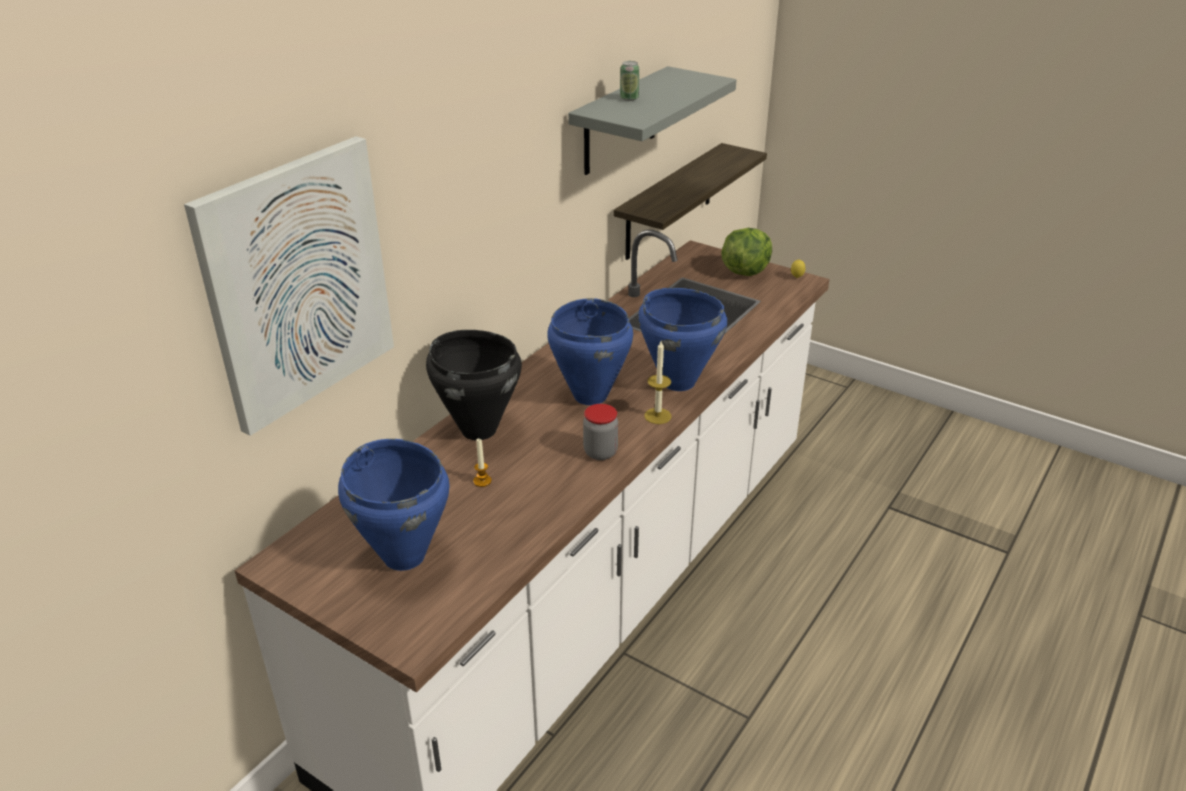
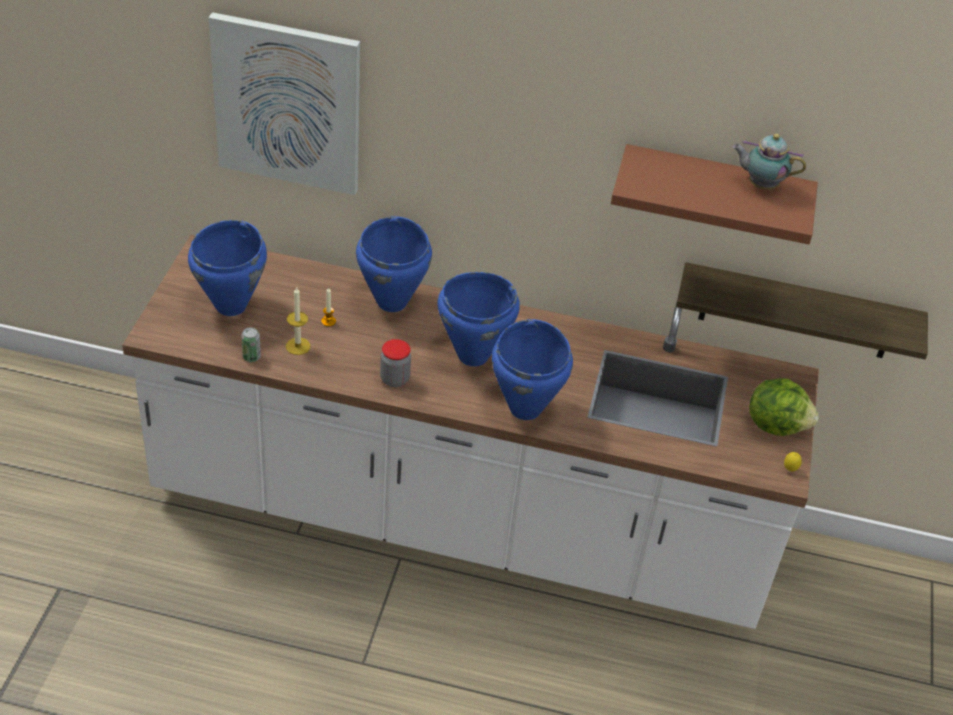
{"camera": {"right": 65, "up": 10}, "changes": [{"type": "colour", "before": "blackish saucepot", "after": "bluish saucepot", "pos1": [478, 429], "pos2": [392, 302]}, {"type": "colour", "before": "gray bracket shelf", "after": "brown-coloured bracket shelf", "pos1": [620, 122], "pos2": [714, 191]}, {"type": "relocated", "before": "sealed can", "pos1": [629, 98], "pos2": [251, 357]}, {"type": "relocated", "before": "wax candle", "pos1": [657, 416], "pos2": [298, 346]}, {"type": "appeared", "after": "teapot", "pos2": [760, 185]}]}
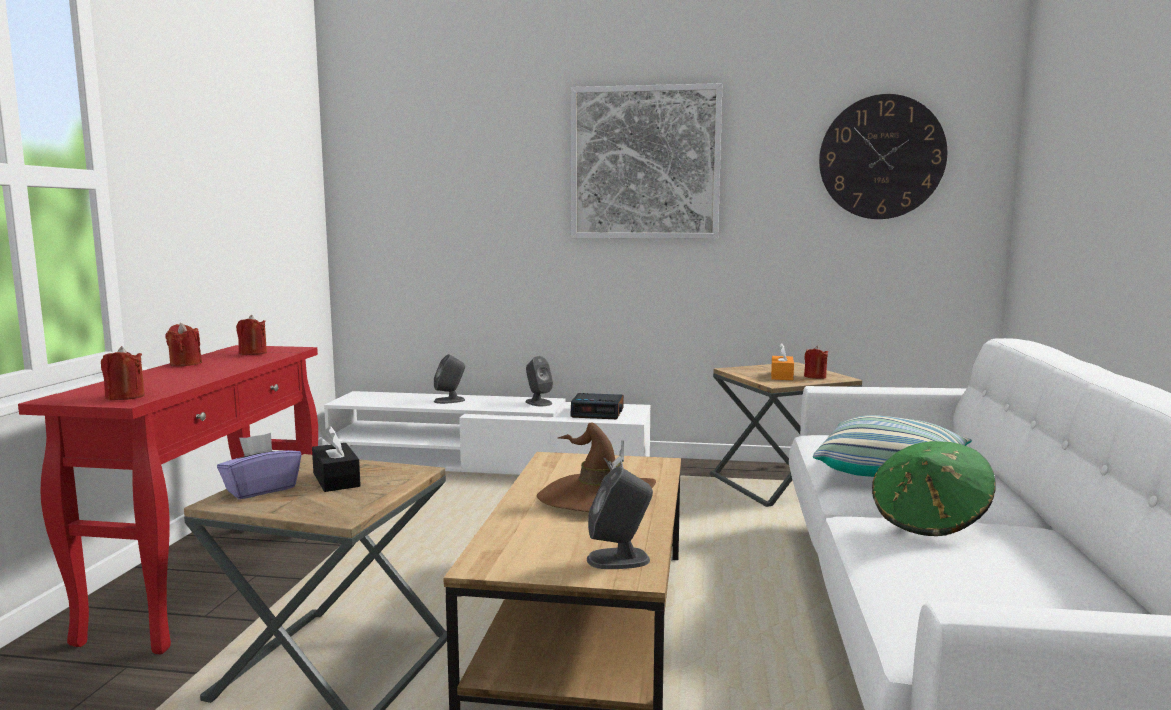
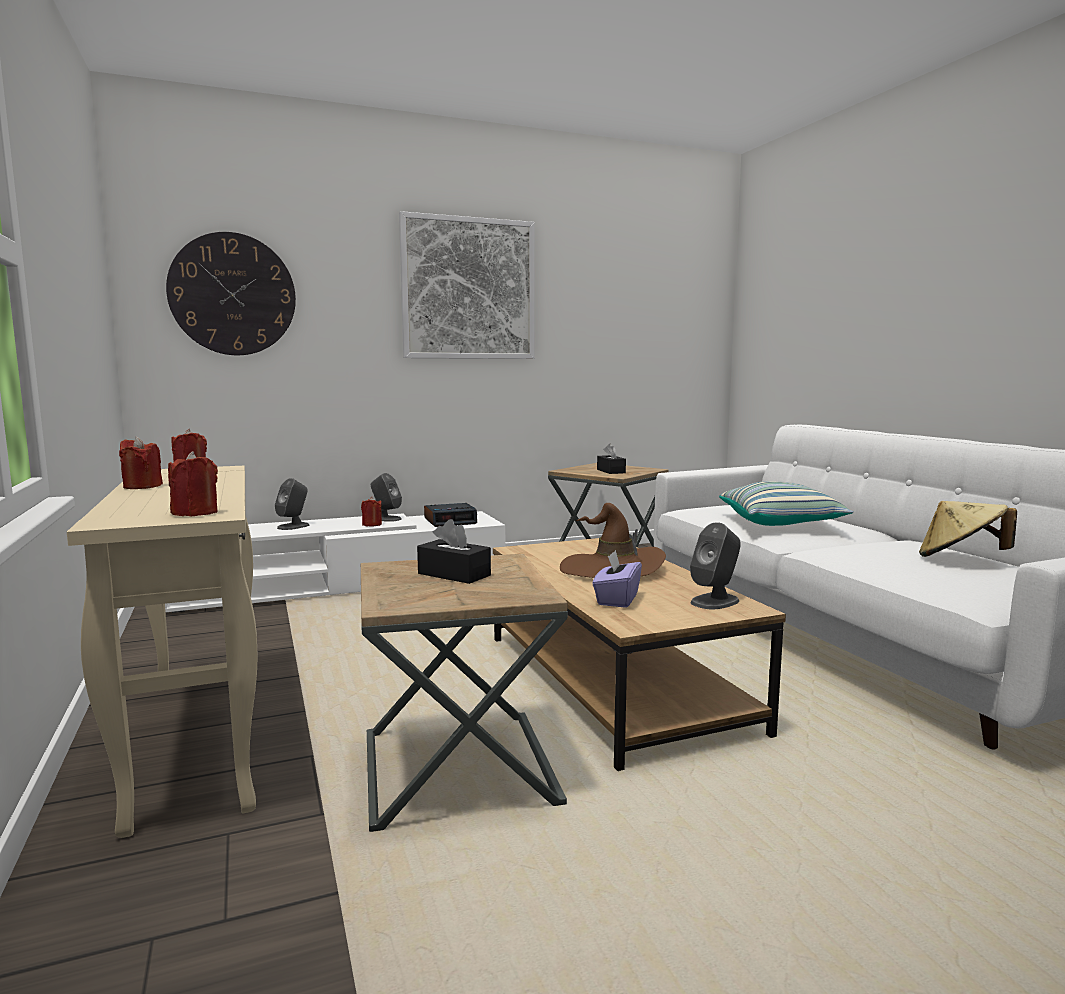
{"camera": {"right": -30, "up": 0}, "changes": [{"type": "colour", "before": "red hall table", "after": "sand-coloured hall table", "pos1": [212, 579], "pos2": [198, 735]}, {"type": "relocated", "before": "purple tissue holder", "pos1": [261, 489], "pos2": [616, 599]}, {"type": "colour", "before": "orange tissue holder", "after": "blackish tissue holder", "pos1": [782, 376], "pos2": [611, 471]}, {"type": "relocated", "before": "red wax candle", "pos1": [815, 377], "pos2": [372, 524]}, {"type": "relocated", "before": "hanging clock", "pos1": [882, 157], "pos2": [232, 294]}, {"type": "missing", "before": "greenish wearable hat", "pos1": [930, 520]}, {"type": "appeared", "after": "sand-coloured wearable hat", "pos2": [960, 558]}]}
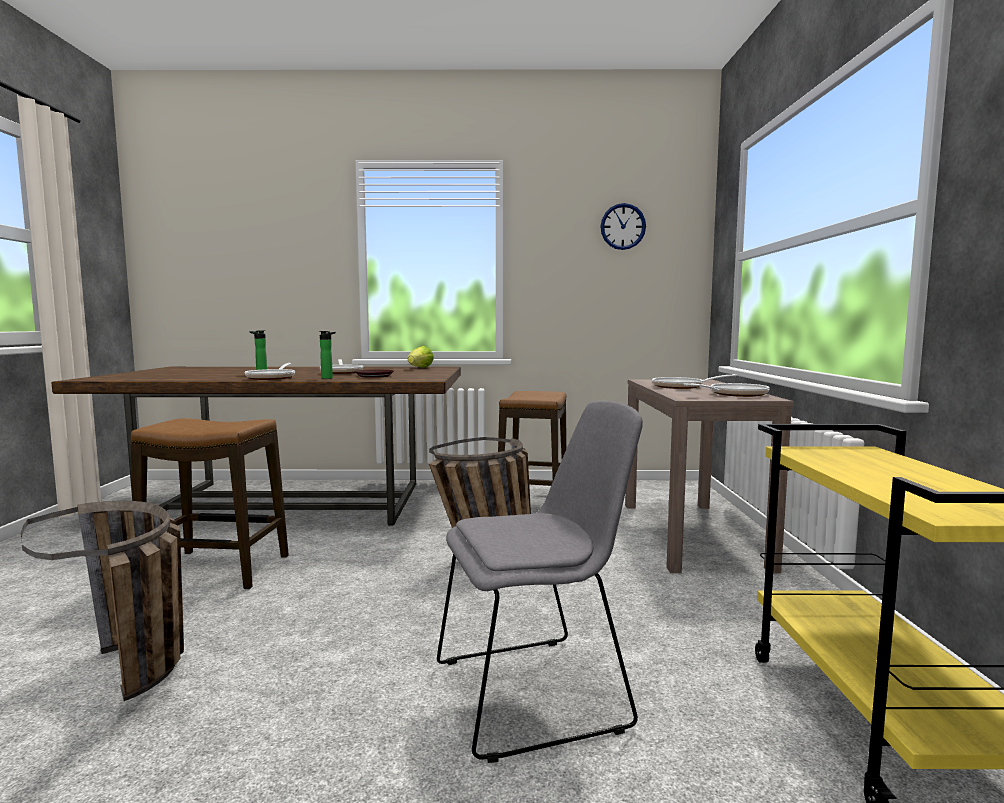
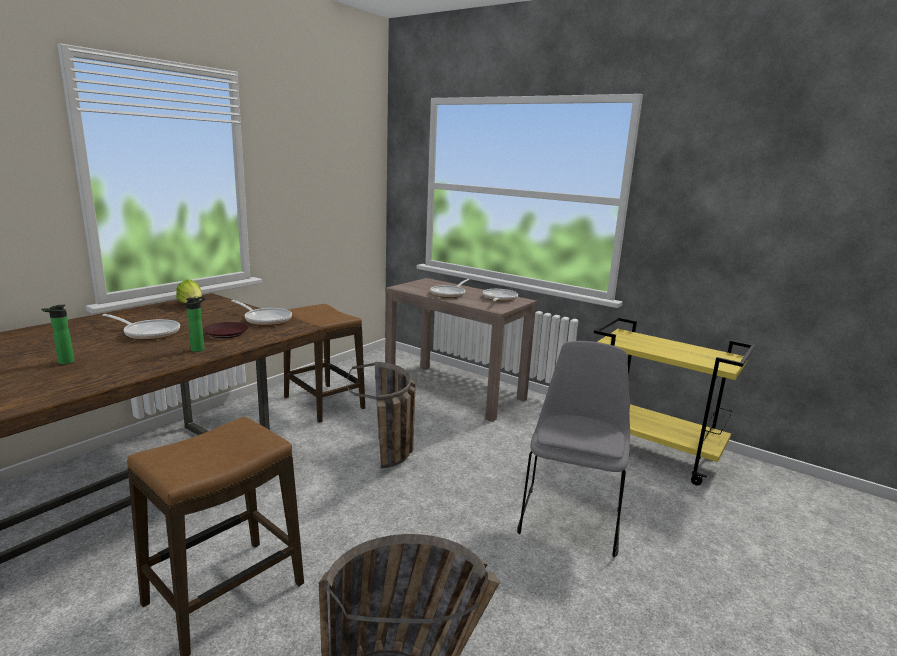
{"camera": {"right": -55, "up": 10}, "changes": [{"type": "relocated", "before": "frying pan", "pos1": [272, 378], "pos2": [265, 319]}, {"type": "missing", "before": "hanging clock", "pos1": [623, 226]}]}
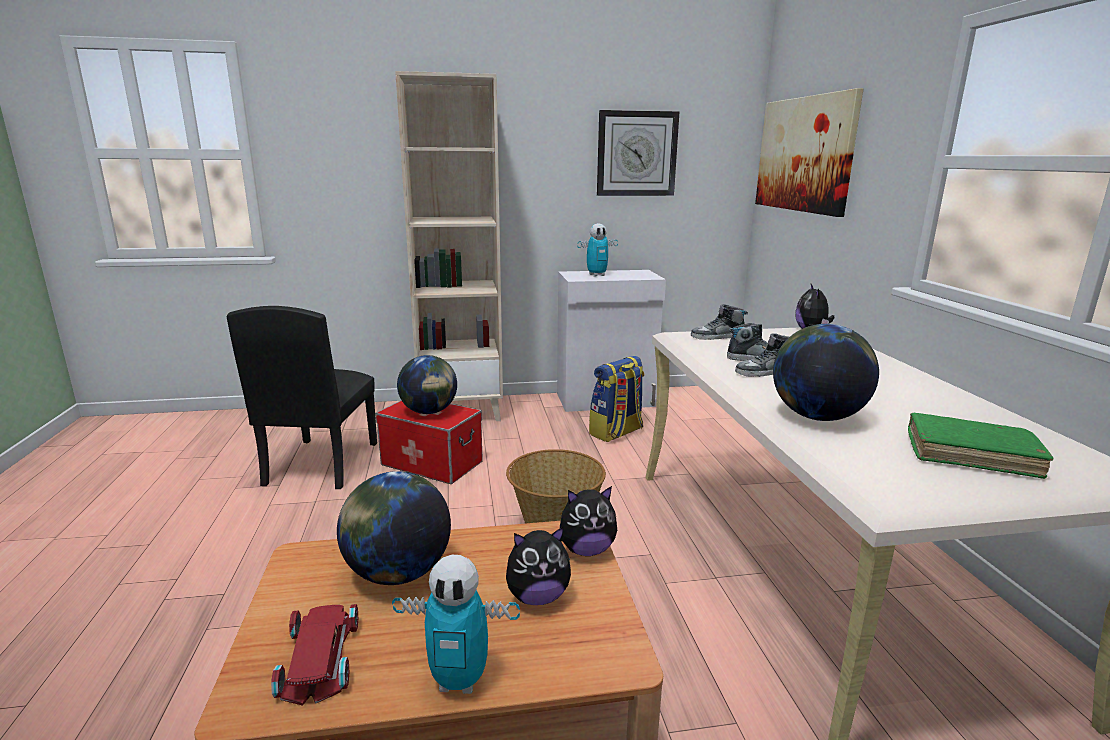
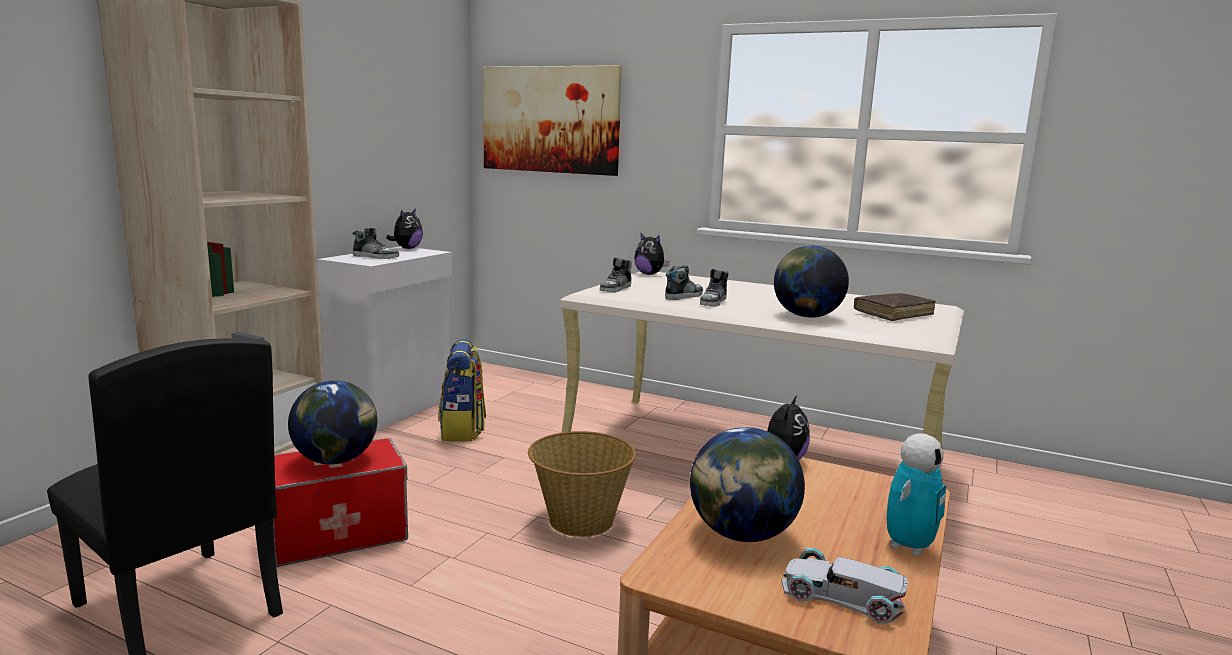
{"camera": {"right": -55, "up": -5}, "changes": [{"type": "colour", "before": "red model car", "after": "whitish model car", "pos1": [322, 656], "pos2": [841, 594]}, {"type": "relocated", "before": "soft toy", "pos1": [537, 597], "pos2": [407, 248]}, {"type": "exchanged", "before": "robot figure", "after": "item of footwear", "pos1": [597, 275], "pos2": [375, 257]}, {"type": "missing", "before": "hanging clock", "pos1": [636, 154]}, {"type": "colour", "before": "greenish volume", "after": "brown-coloured volume", "pos1": [971, 455], "pos2": [893, 314]}]}
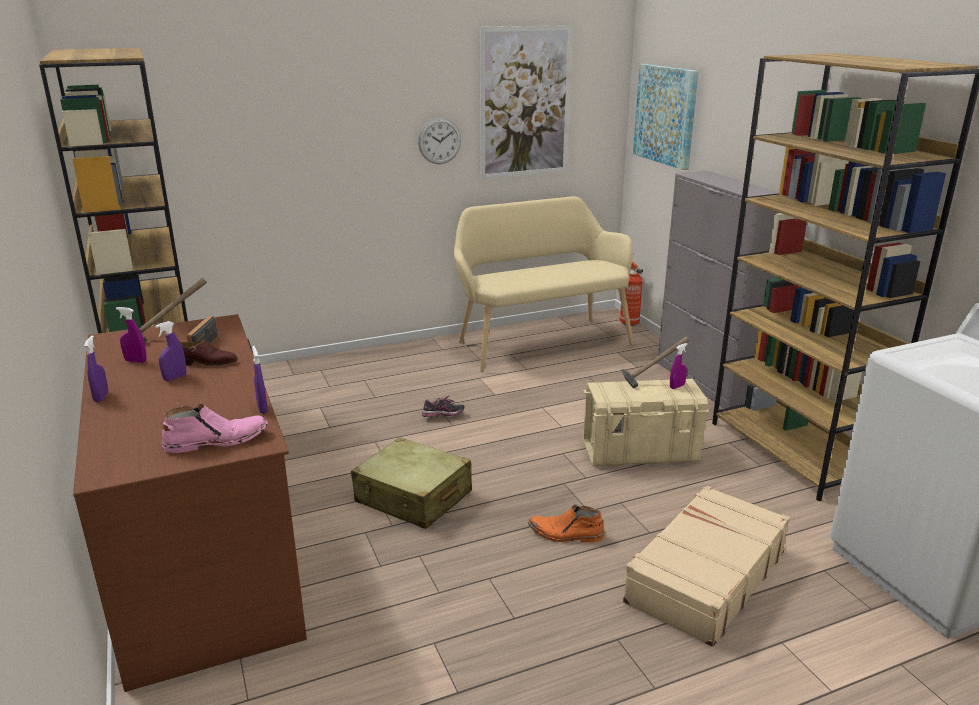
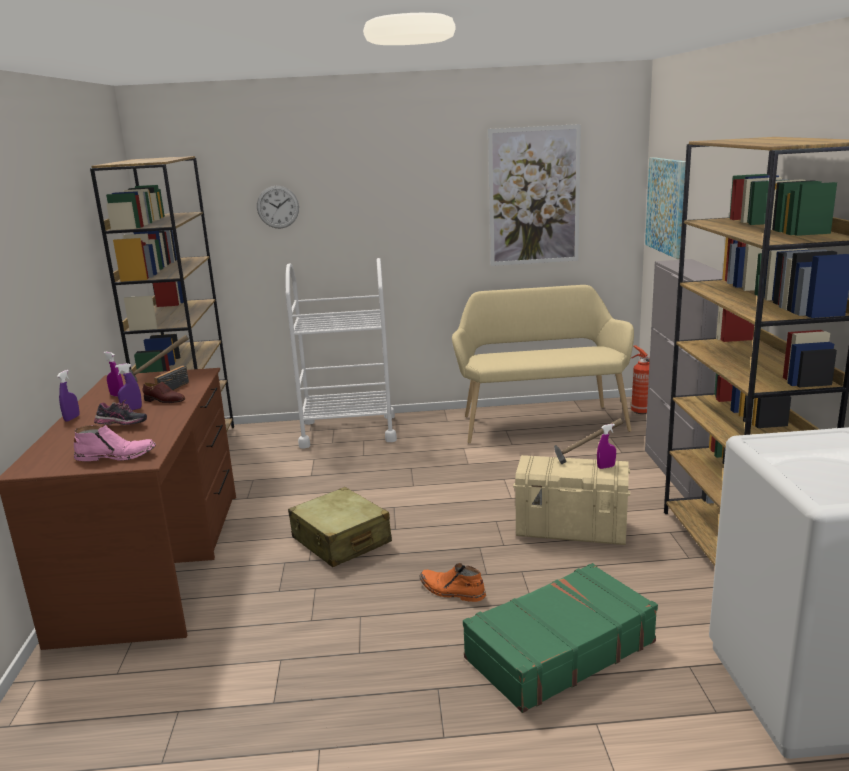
{"camera": {"right": 20, "up": -5}, "changes": [{"type": "missing", "before": "purple hand sprayer", "pos1": [262, 409]}, {"type": "relocated", "before": "hanging clock", "pos1": [439, 141], "pos2": [278, 207]}, {"type": "relocated", "before": "item of footwear", "pos1": [443, 417], "pos2": [122, 426]}, {"type": "colour", "before": "sand-coloured suitcase", "after": "greenish suitcase", "pos1": [704, 576], "pos2": [558, 650]}, {"type": "appeared", "after": "whitish cart", "pos2": [348, 431]}]}
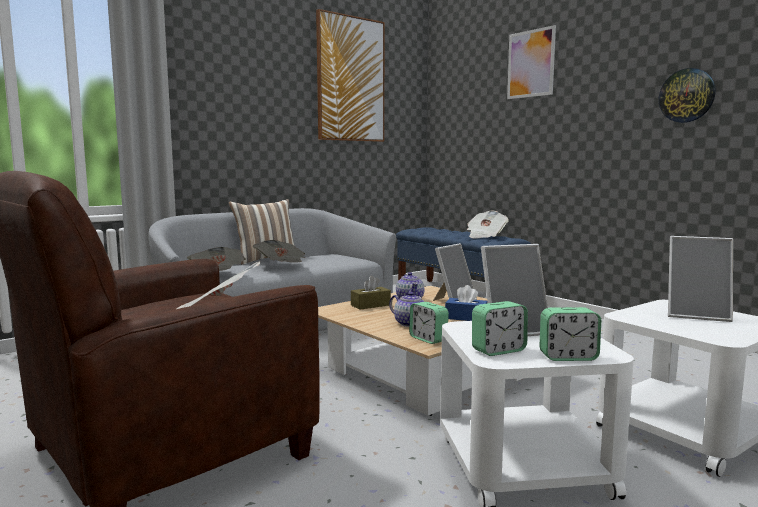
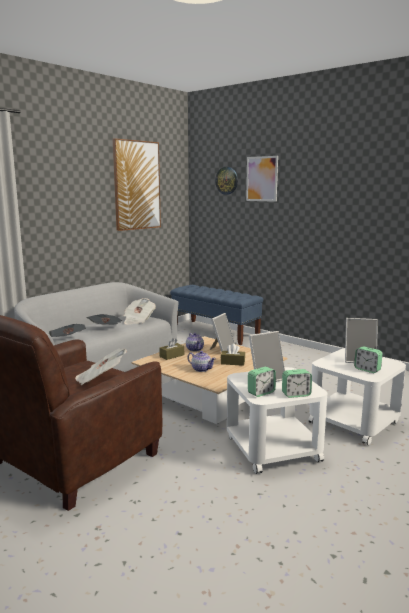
{"camera": {"right": -10, "up": 5}, "changes": [{"type": "missing", "before": "throw pillow", "pos1": [266, 259]}, {"type": "relocated", "before": "alarm clock", "pos1": [428, 339], "pos2": [367, 369]}, {"type": "colour", "before": "bluish tissue holder", "after": "brown-coloured tissue holder", "pos1": [466, 318], "pos2": [232, 362]}, {"type": "relocated", "before": "daily paper", "pos1": [485, 236], "pos2": [138, 320]}, {"type": "relocated", "before": "hanging clock", "pos1": [686, 95], "pos2": [227, 180]}]}
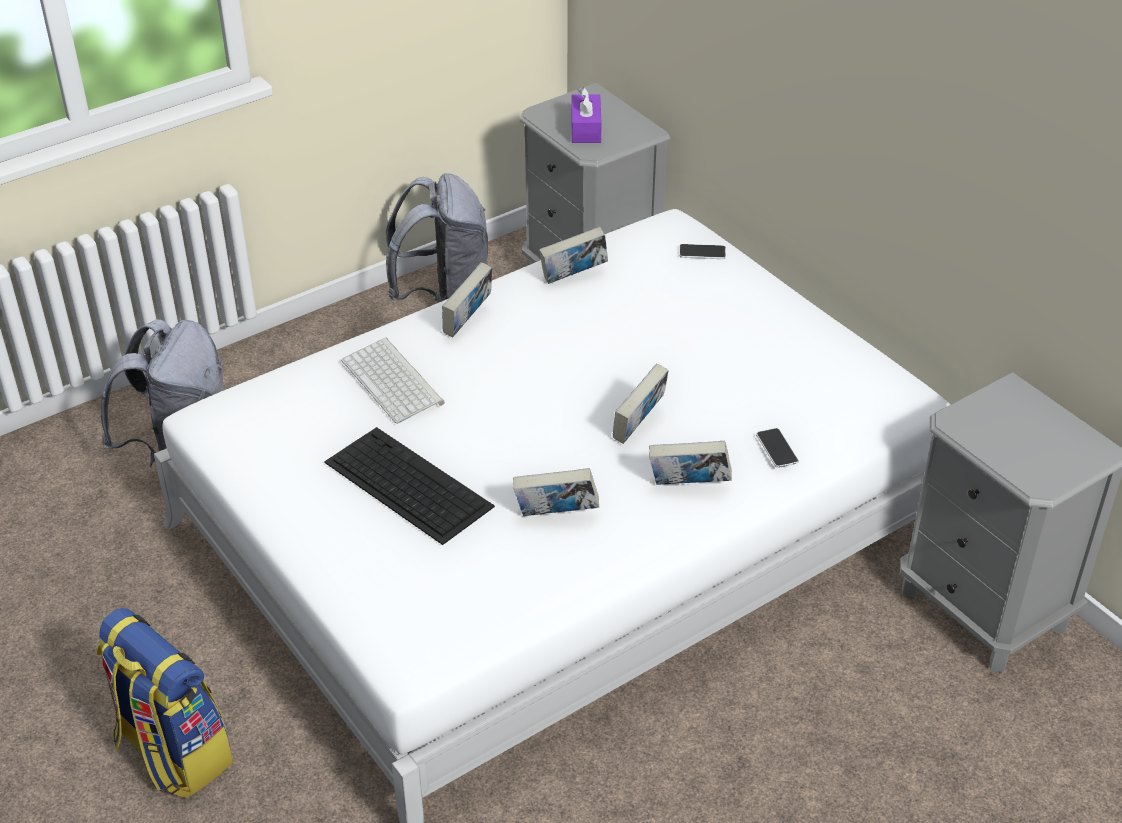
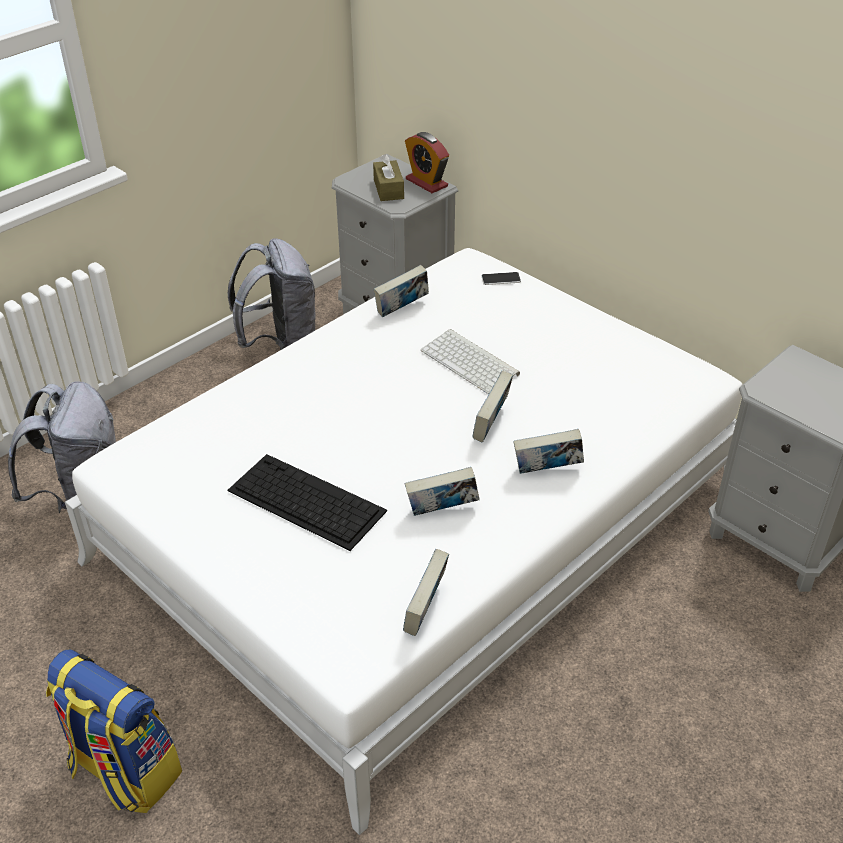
{"camera": {"right": -10, "up": 0}, "changes": [{"type": "relocated", "before": "PC keyboard", "pos1": [394, 382], "pos2": [471, 362]}, {"type": "relocated", "before": "volume", "pos1": [468, 322], "pos2": [425, 612]}, {"type": "colour", "before": "purple tissue holder", "after": "brown-coloured tissue holder", "pos1": [586, 129], "pos2": [388, 189]}, {"type": "missing", "before": "handset", "pos1": [777, 449]}, {"type": "appeared", "after": "alarm clock", "pos2": [426, 183]}]}
